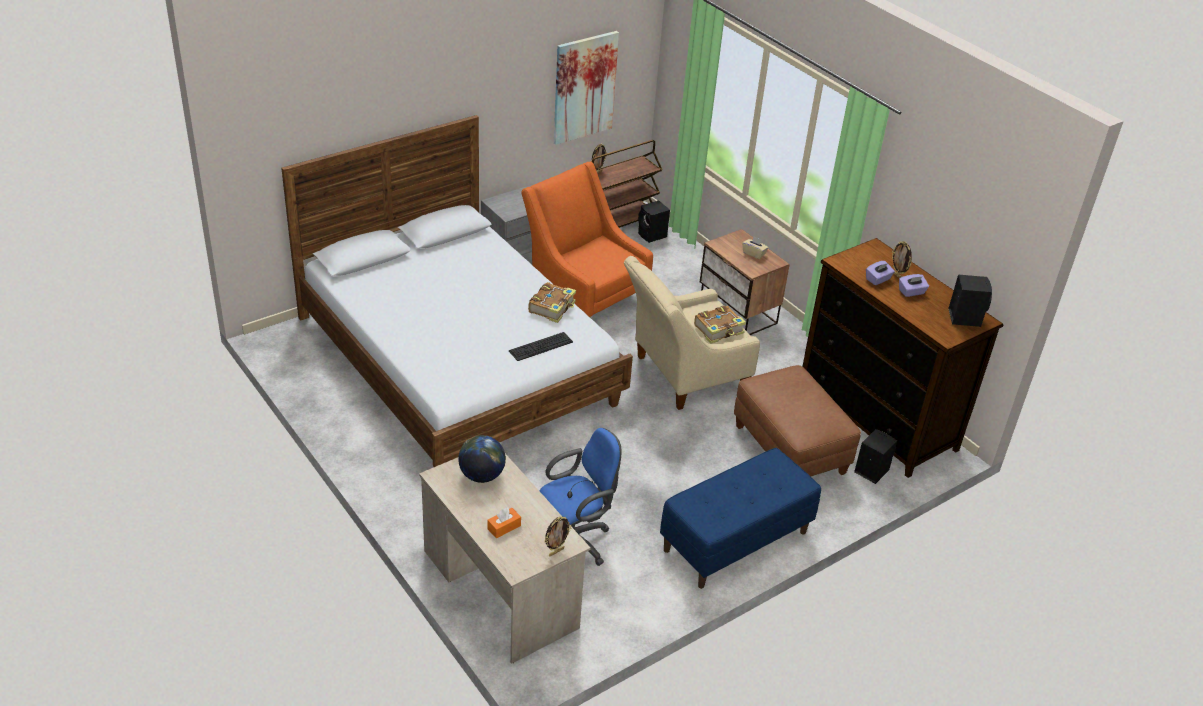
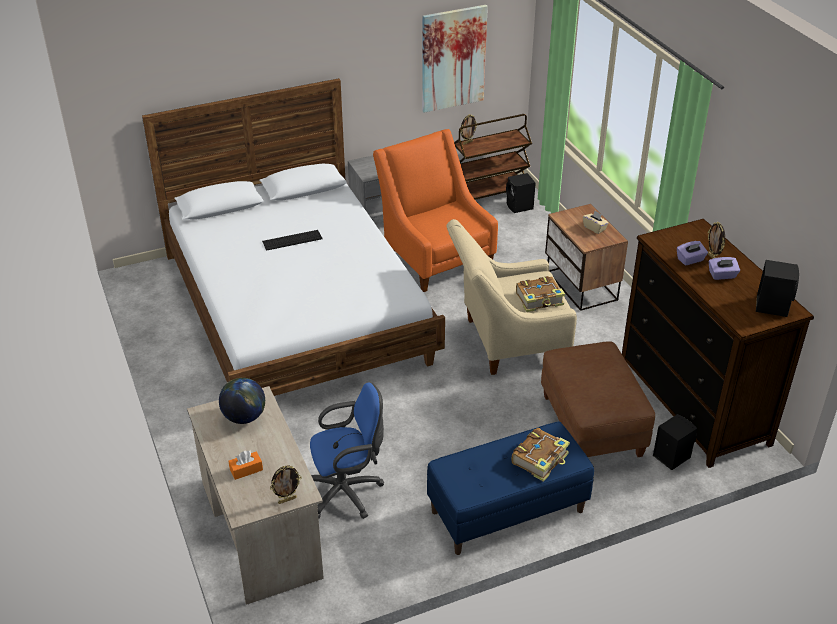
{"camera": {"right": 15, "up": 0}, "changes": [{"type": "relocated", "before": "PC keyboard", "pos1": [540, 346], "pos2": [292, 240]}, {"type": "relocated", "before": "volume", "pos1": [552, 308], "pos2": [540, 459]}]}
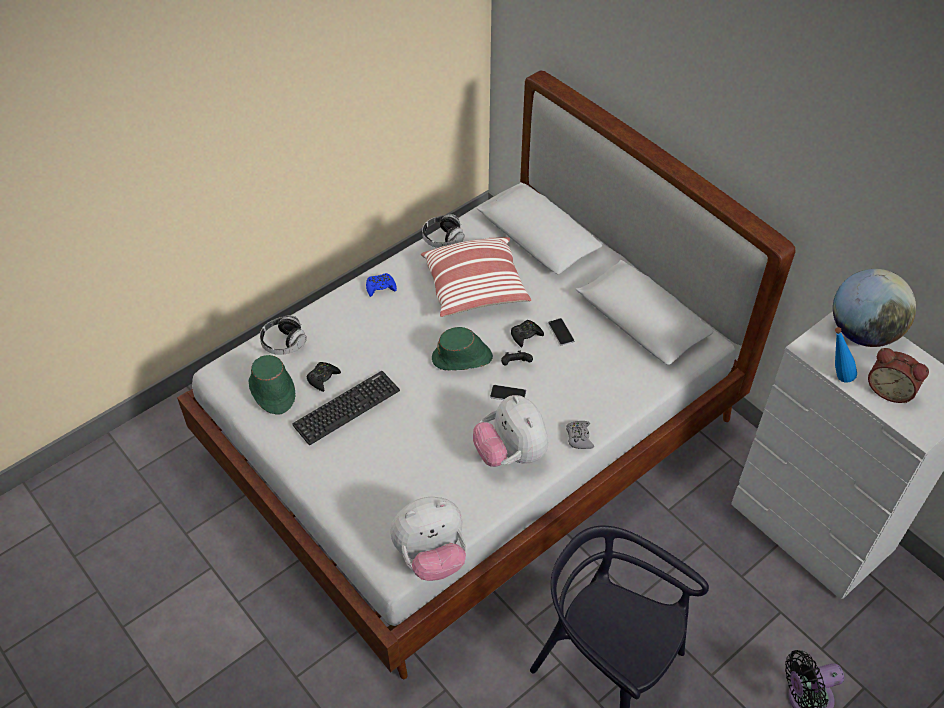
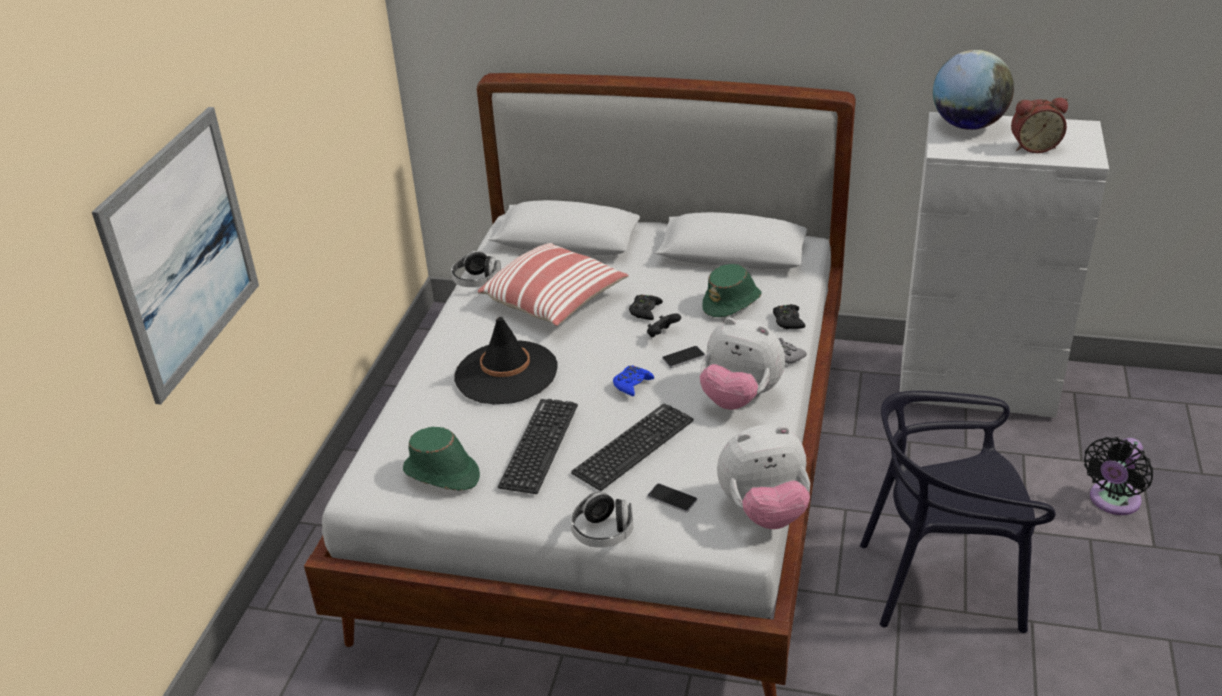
{"camera": {"right": -35, "up": -15}, "changes": [{"type": "relocated", "before": "headphones", "pos1": [284, 343], "pos2": [603, 533]}, {"type": "relocated", "before": "blackish joypad", "pos1": [323, 378], "pos2": [788, 321]}, {"type": "relocated", "before": "bluish joypad", "pos1": [380, 287], "pos2": [632, 384]}, {"type": "spun", "before": "soft toy", "pos1": [431, 556], "pos2": [764, 511], "turn": 45}, {"type": "relocated", "before": "greenish wearable hat", "pos1": [462, 358], "pos2": [732, 302]}, {"type": "relocated", "before": "handset", "pos1": [561, 332], "pos2": [672, 498]}, {"type": "missing", "before": "bluish drink bottle", "pos1": [835, 378]}, {"type": "appeared", "after": "picture", "pos2": [182, 252]}, {"type": "appeared", "after": "blackish wearable hat", "pos2": [506, 373]}, {"type": "appeared", "after": "PC keyboard", "pos2": [633, 447]}]}
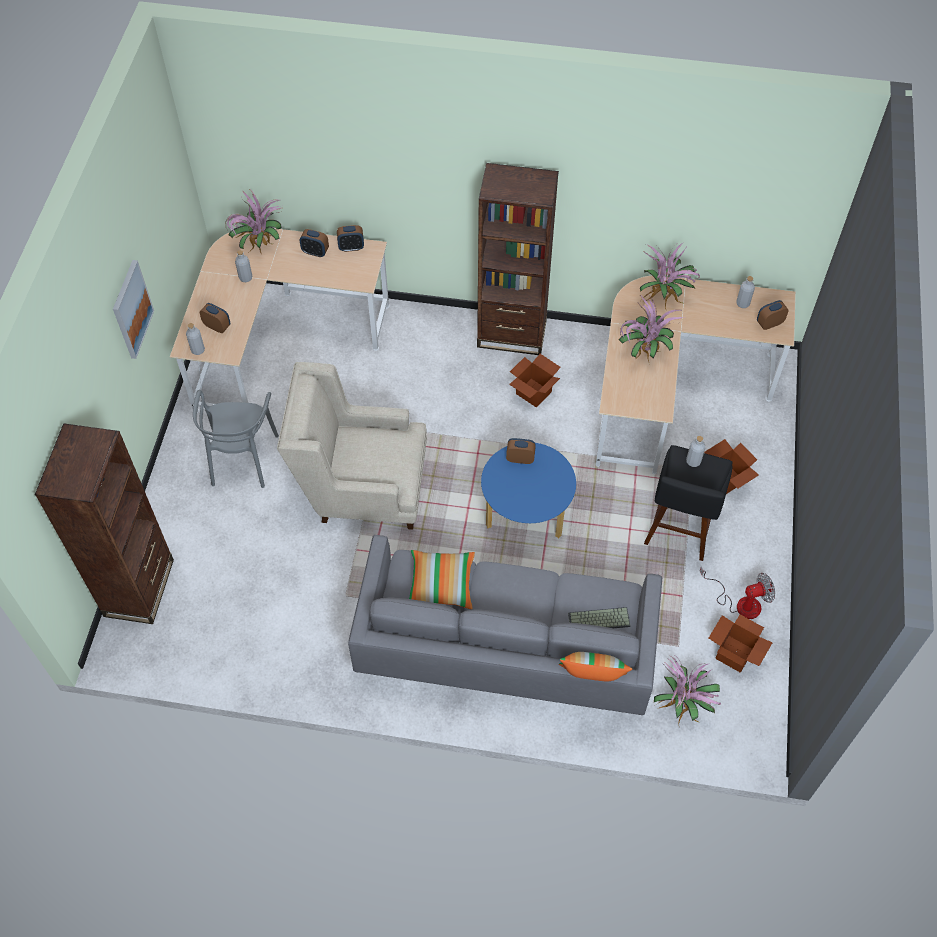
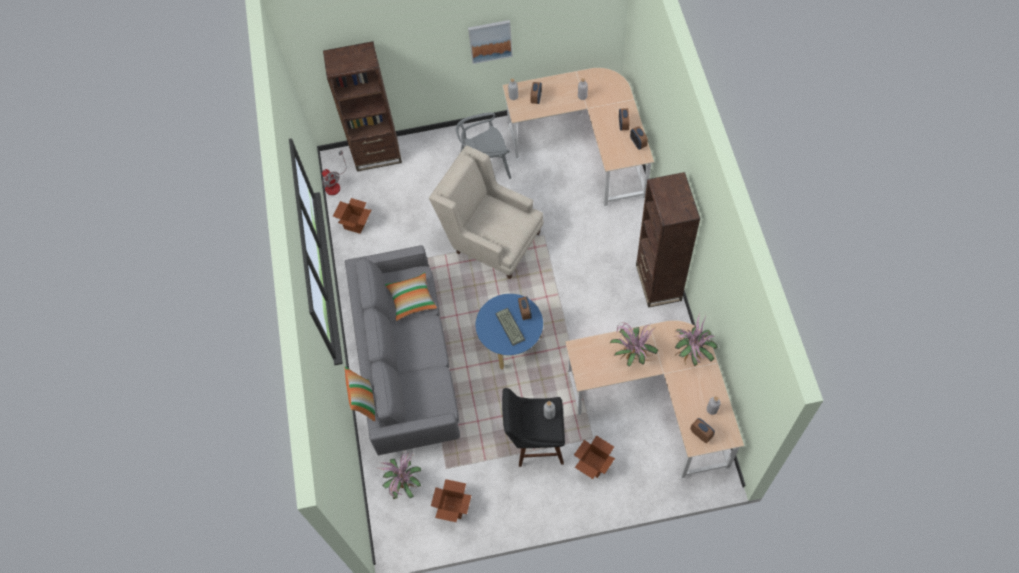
{"camera": {"right": 75, "up": 5}, "changes": [{"type": "missing", "before": "potted plant", "pos1": [259, 245]}, {"type": "spun", "before": "sand-coloured armchair", "pos1": [361, 488], "pos2": [491, 239], "turn": -45}, {"type": "relocated", "before": "packing box", "pos1": [534, 392], "pos2": [356, 224]}, {"type": "relocated", "before": "PC keyboard", "pos1": [598, 621], "pos2": [509, 326]}, {"type": "relocated", "before": "electric fan", "pos1": [740, 603], "pos2": [334, 184]}]}
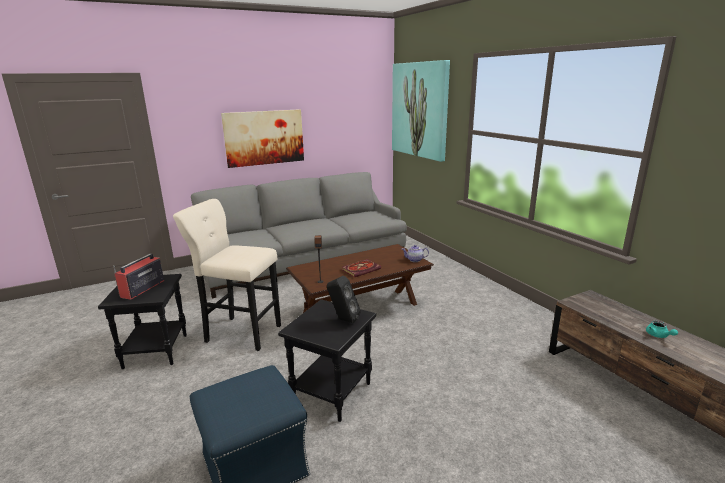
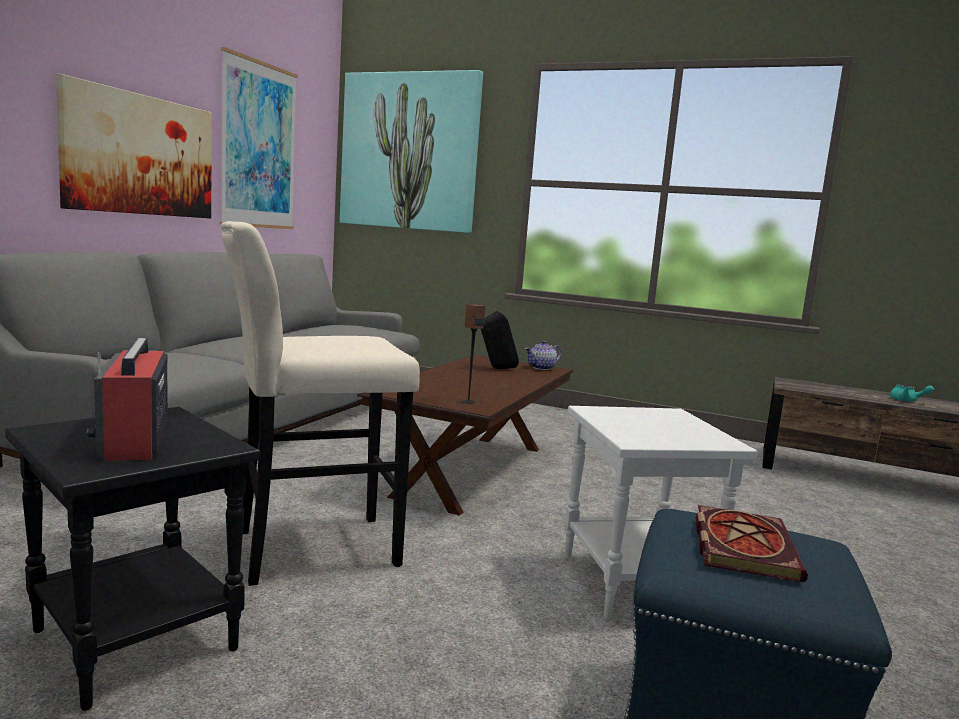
{"camera": {"right": -40, "up": -10}, "changes": [{"type": "colour", "before": "blackish side table", "after": "whitish side table", "pos1": [331, 392], "pos2": [631, 582]}, {"type": "relocated", "before": "blackish speaker", "pos1": [343, 320], "pos2": [496, 369]}, {"type": "relocated", "before": "volume", "pos1": [361, 269], "pos2": [741, 545]}, {"type": "appeared", "after": "picture", "pos2": [258, 146]}]}
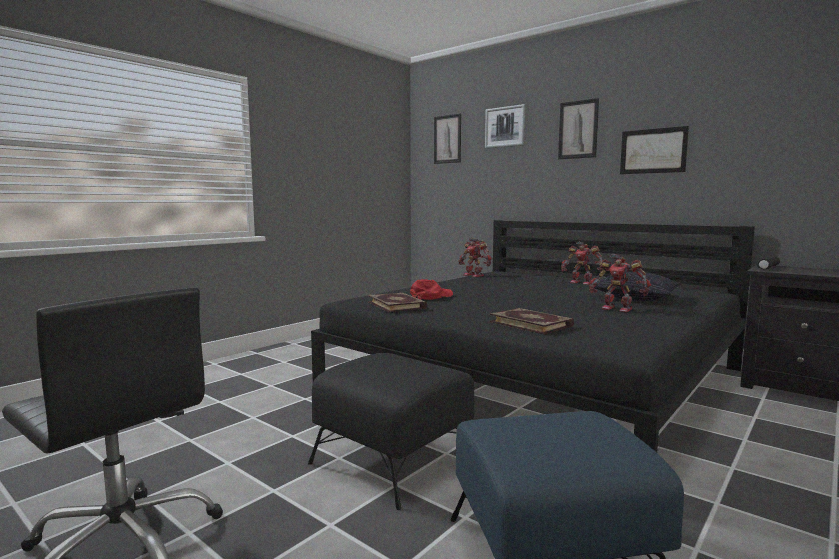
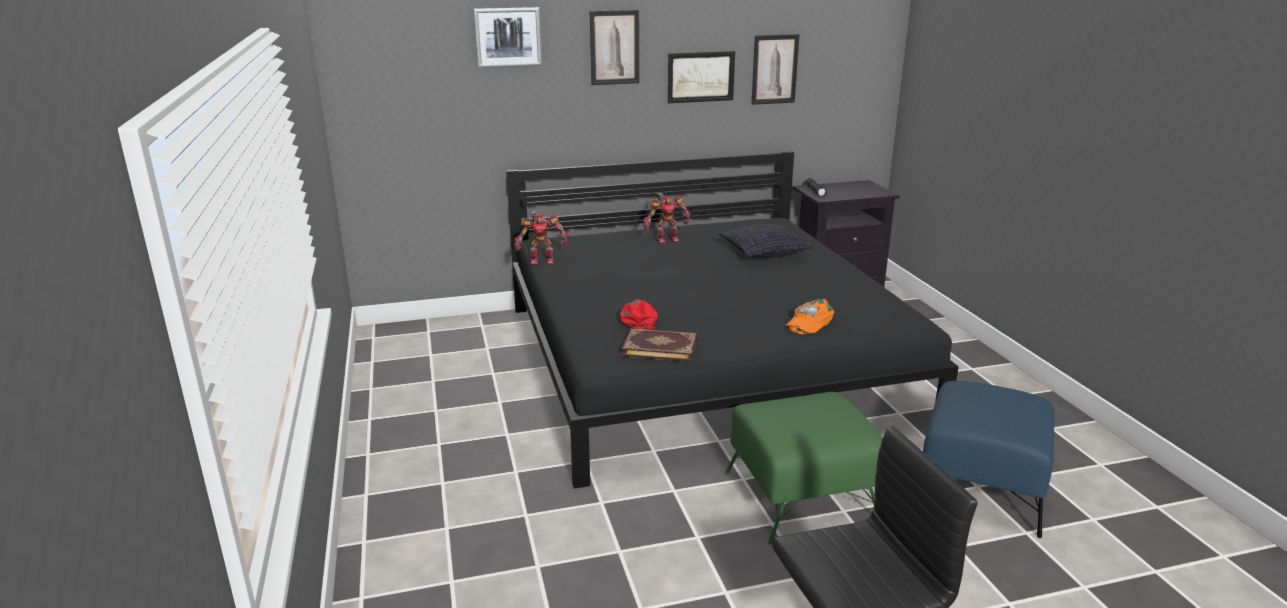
{"camera": {"right": -55, "up": 15}, "changes": [{"type": "colour", "before": "blackish footrest", "after": "greenish footrest", "pos1": [394, 460], "pos2": [802, 496]}, {"type": "relocated", "before": "picture", "pos1": [447, 139], "pos2": [774, 69]}, {"type": "exchanged", "before": "volume", "after": "orange cap", "pos1": [531, 324], "pos2": [809, 322]}, {"type": "missing", "before": "robot figure", "pos1": [617, 308]}]}
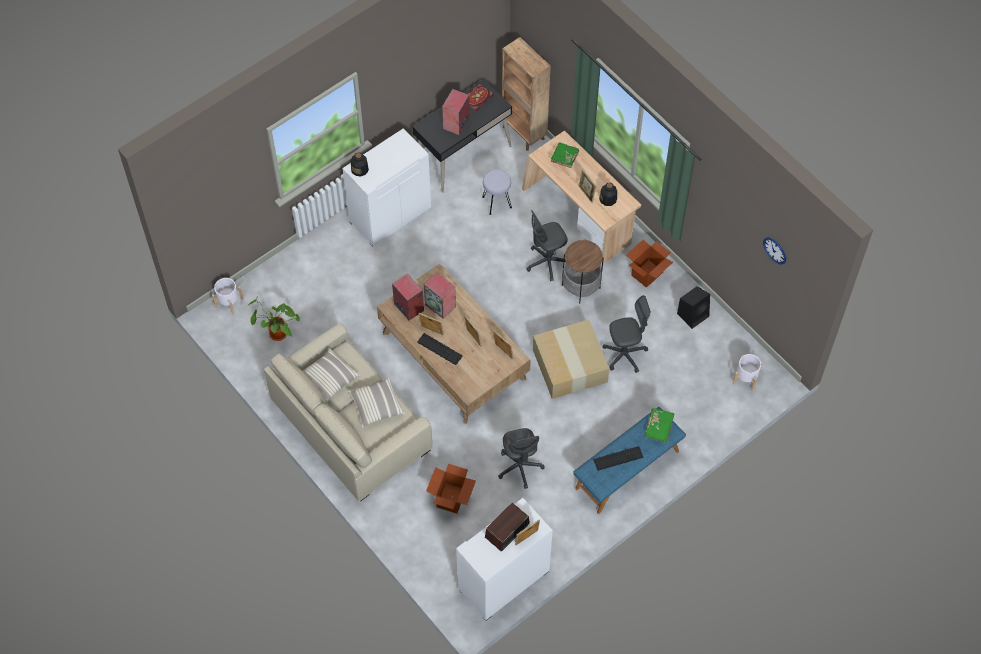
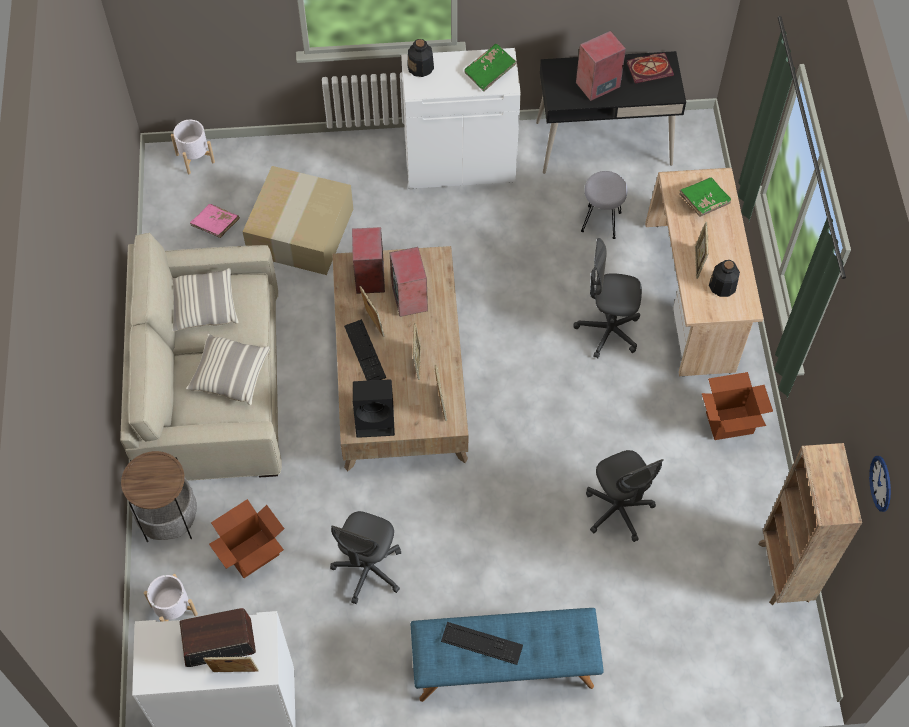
{"camera": {"right": 35, "up": 0}, "changes": [{"type": "exchanged", "before": "potted plant", "after": "pink-coloured volume", "pos1": [276, 334], "pos2": [215, 225]}, {"type": "relocated", "before": "brown-coloured shelving unit", "pos1": [524, 133], "pos2": [784, 573]}, {"type": "relocated", "before": "packing box", "pos1": [568, 365], "pos2": [300, 230]}, {"type": "relocated", "before": "side table", "pos1": [581, 287], "pos2": [169, 520]}, {"type": "spun", "before": "gray desk chair", "pos1": [624, 354], "pos2": [618, 510], "turn": 45}, {"type": "relocated", "before": "greenish volume", "pos1": [659, 427], "pos2": [490, 72]}, {"type": "relocated", "before": "blackish speaker", "pos1": [693, 314], "pos2": [376, 419]}, {"type": "relocated", "before": "whitish flower pot", "pos1": [746, 378], "pos2": [174, 610]}]}
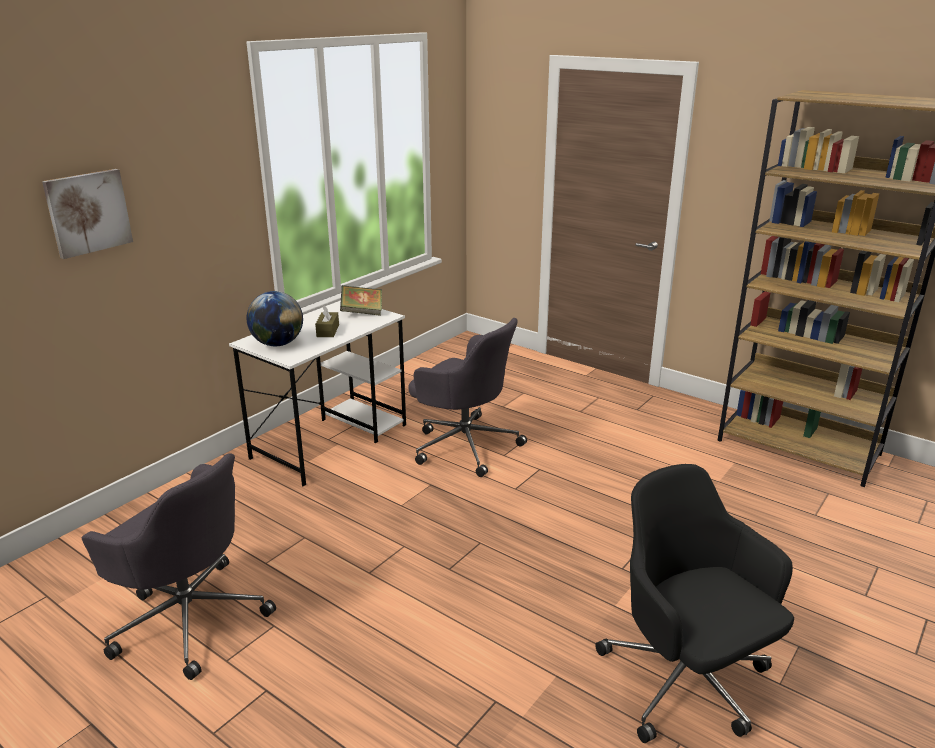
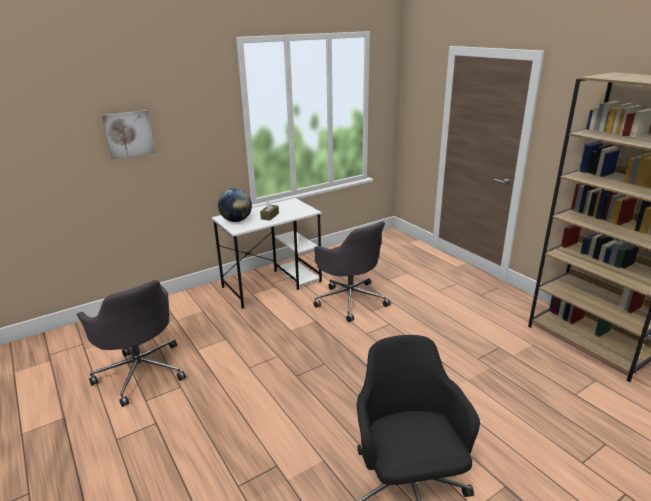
{"camera": {"right": 20, "up": 0}, "changes": [{"type": "missing", "before": "volume", "pos1": [362, 313]}]}
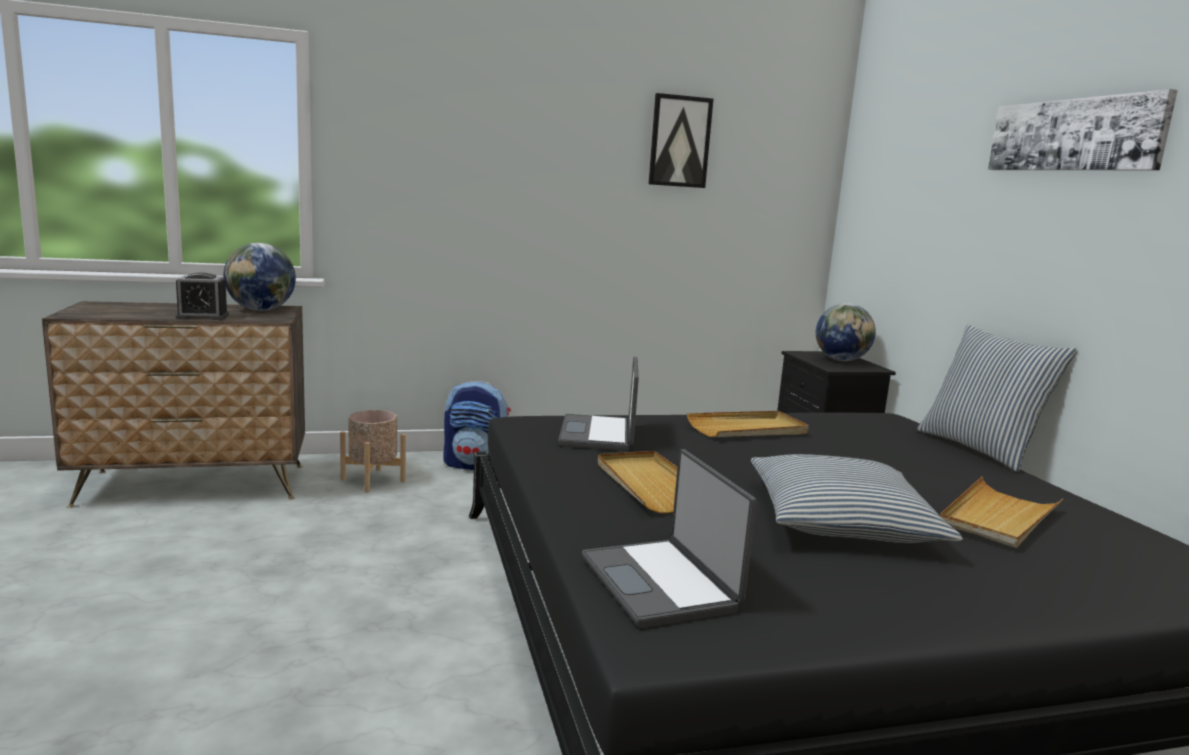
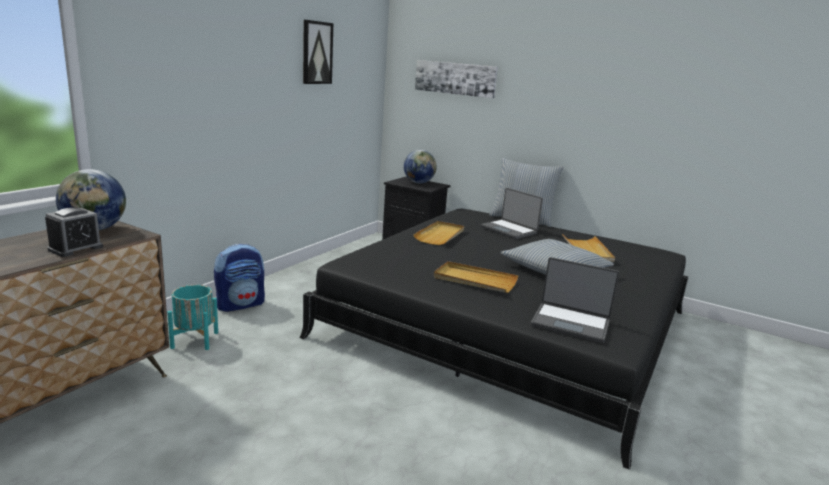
{"camera": {"right": -45, "up": 5}, "changes": [{"type": "colour", "before": "sand-coloured flower pot", "after": "turquoise-coloured flower pot", "pos1": [373, 480], "pos2": [194, 340]}, {"type": "relocated", "before": "laptop", "pos1": [599, 434], "pos2": [509, 230]}, {"type": "relocated", "before": "picture", "pos1": [1074, 135], "pos2": [455, 78]}]}
